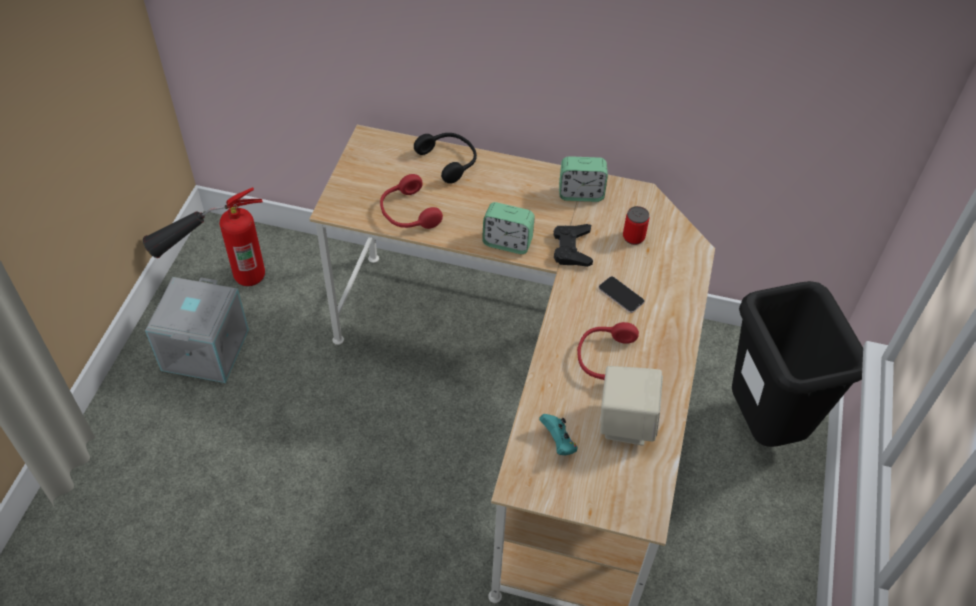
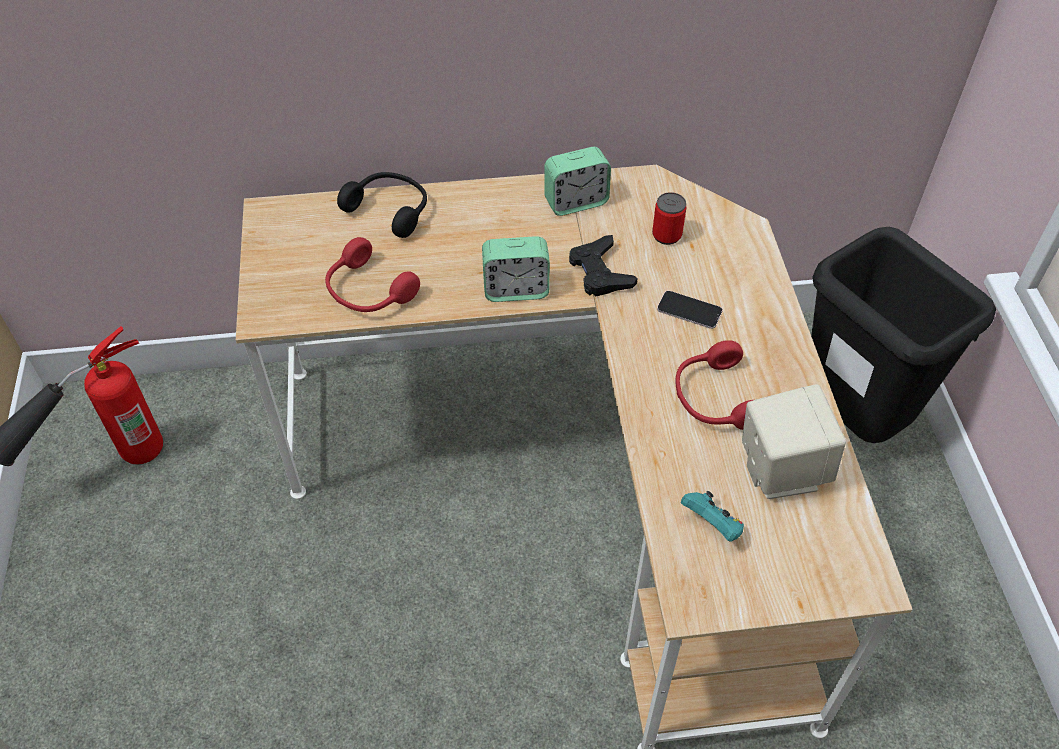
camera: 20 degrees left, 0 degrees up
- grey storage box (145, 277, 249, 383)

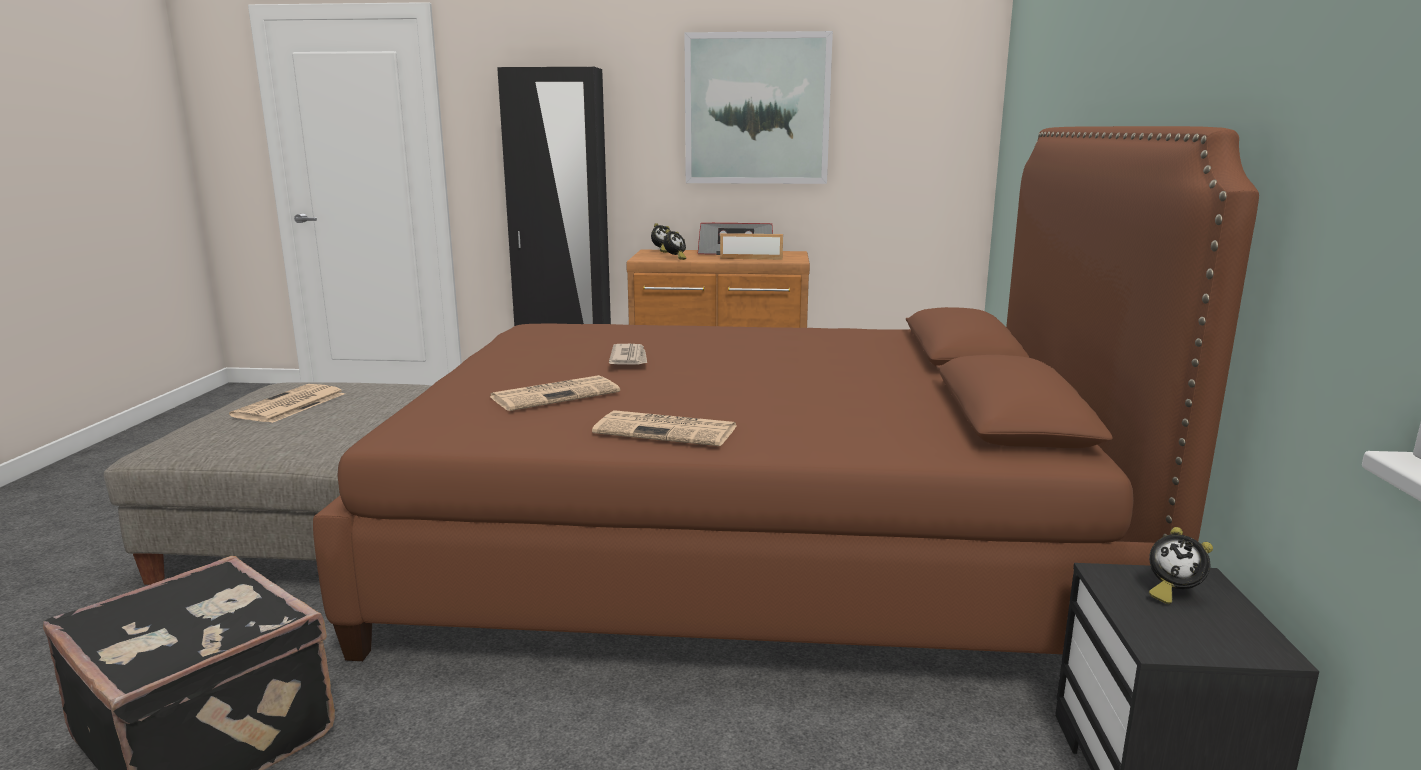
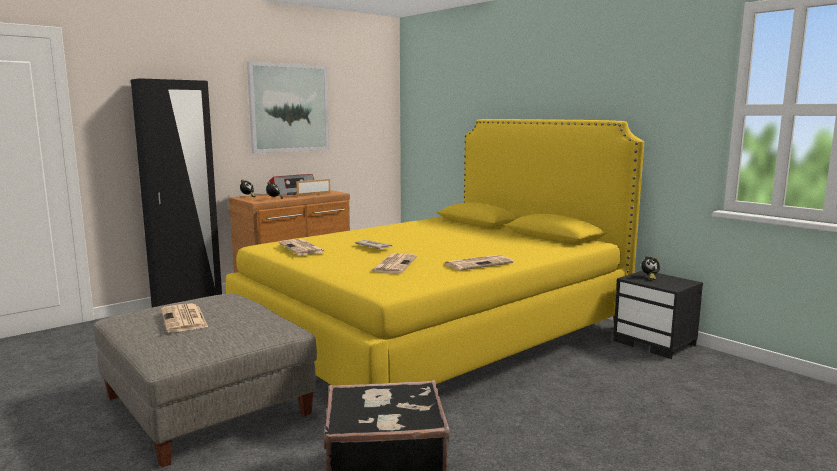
camera: 45 degrees left, 5 degrees down
~ brown bed (313, 126, 1259, 661) to yellow bed (226, 119, 644, 385)
+ newspaper (279, 239, 326, 255)

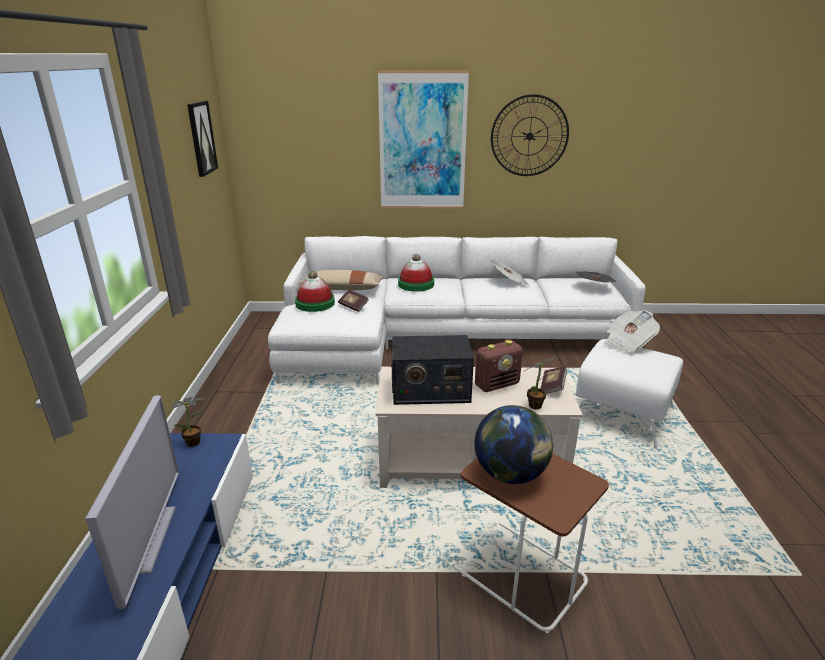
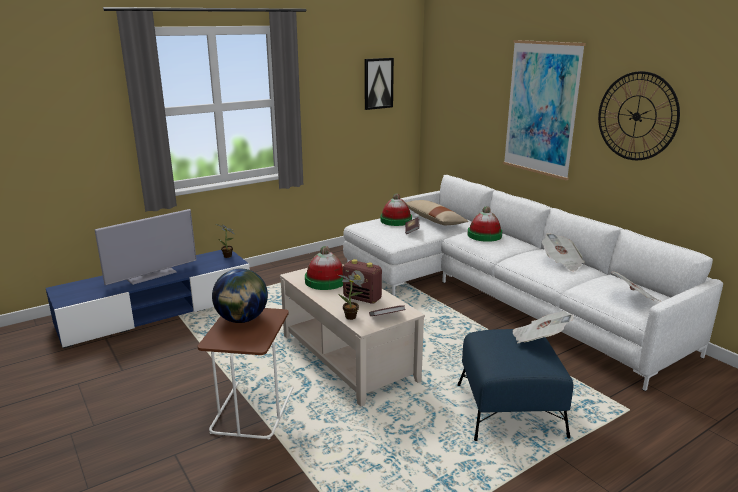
camera: 55 degrees right, 5 degrees down
~ radio (391, 335, 474, 405) to hat (305, 246, 343, 290)
~ white ottoman (576, 339, 683, 449) to blue ottoman (457, 329, 573, 441)

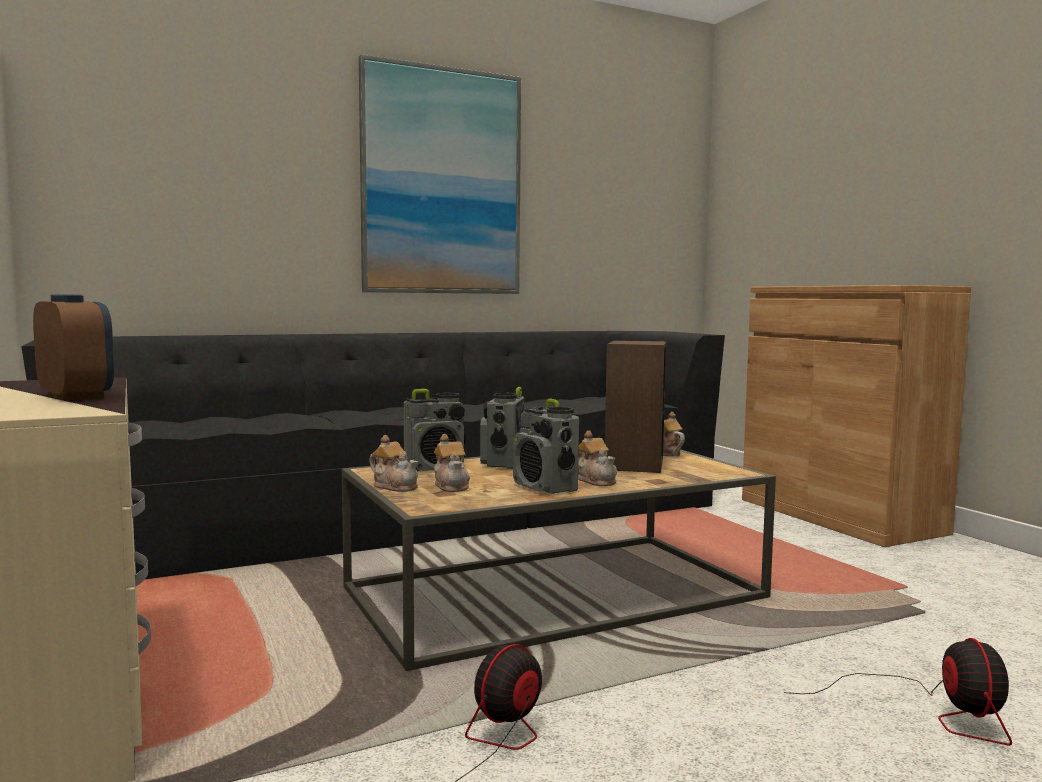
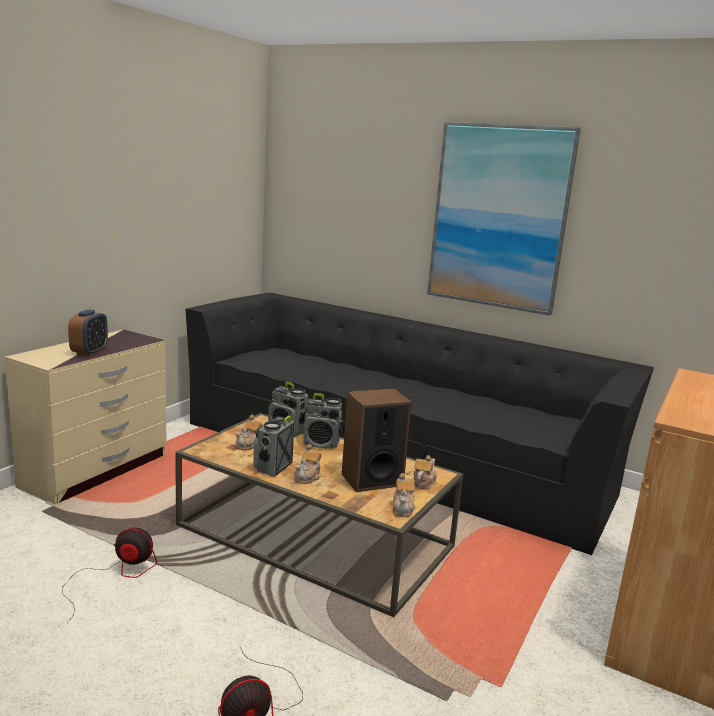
camera: 55 degrees right, 10 degrees up
~ radio (480, 387, 524, 469) = (303, 393, 343, 449) 150 degrees counterclockwise
~ teapot (369, 435, 418, 492) to (392, 473, 415, 517)

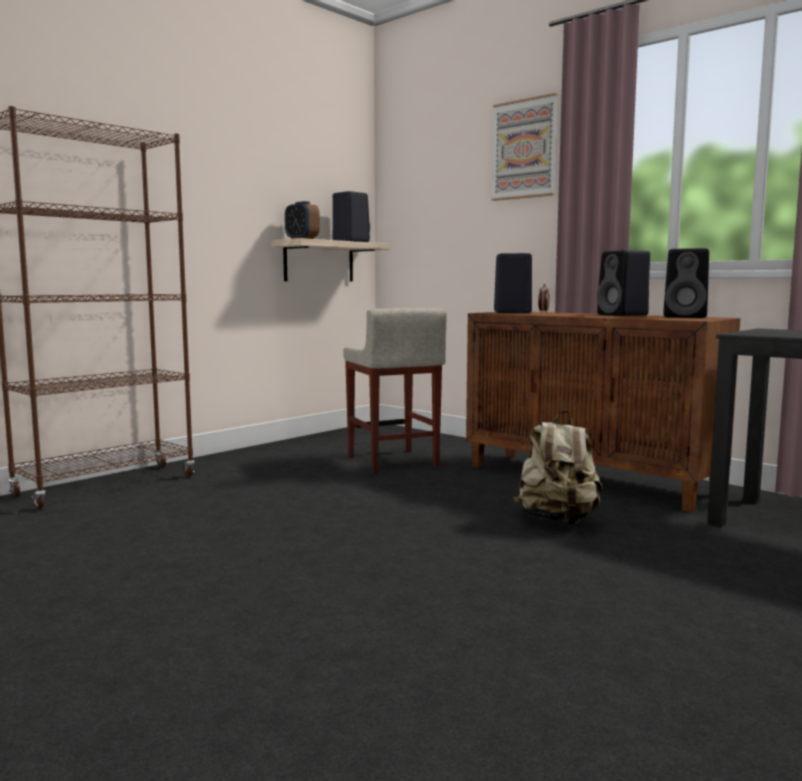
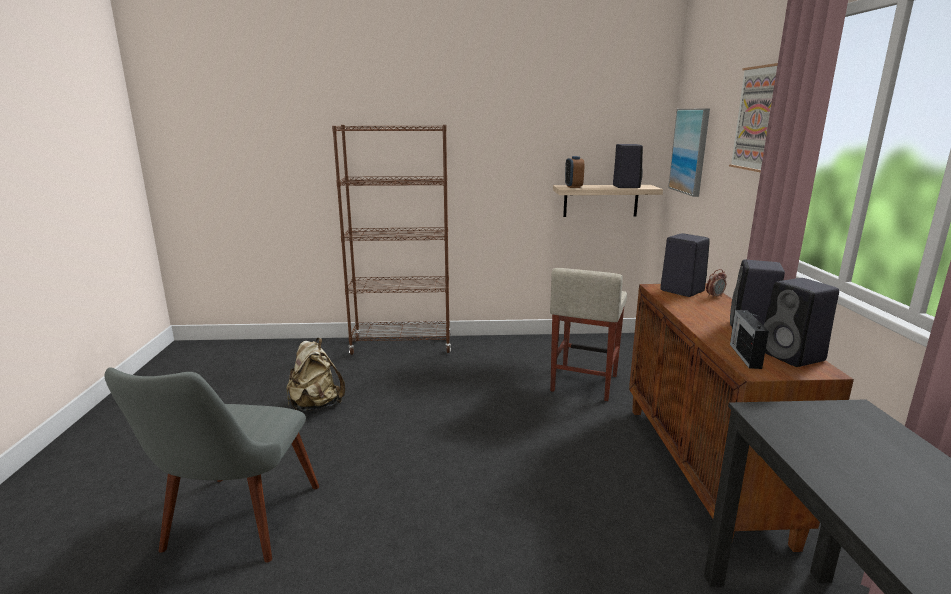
camera: 45 degrees right, 10 degrees up
+ grey chair (104, 367, 319, 562)
~ beige backpack (513, 411, 603, 525) to (286, 338, 345, 411)
+ picture (668, 108, 710, 197)
+ radio (730, 310, 769, 369)

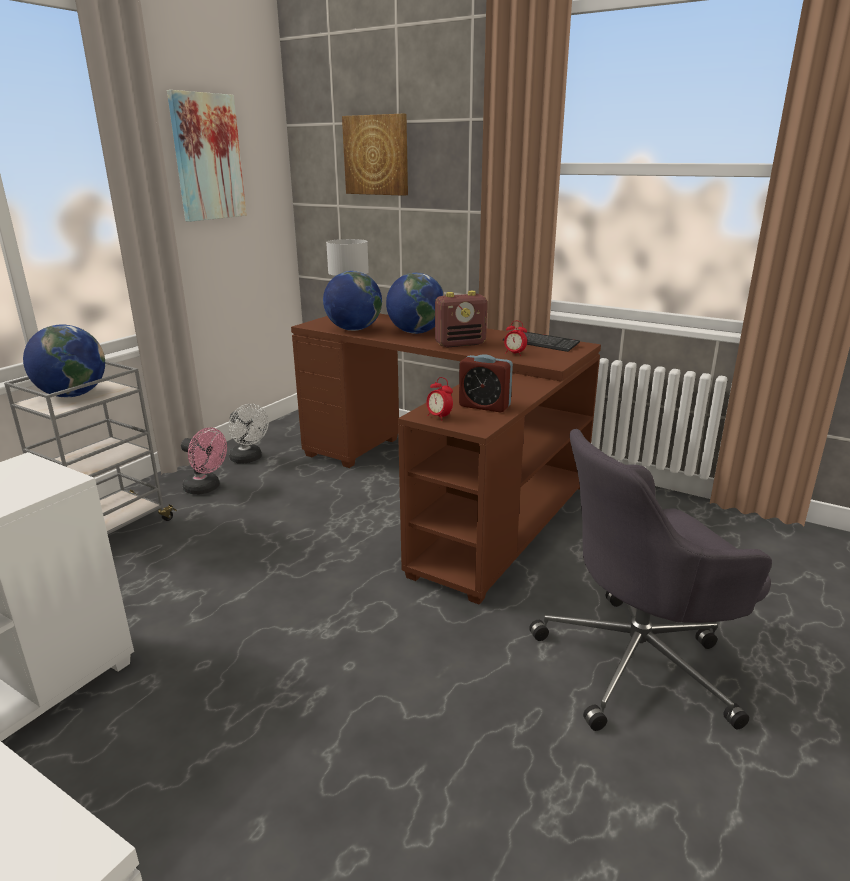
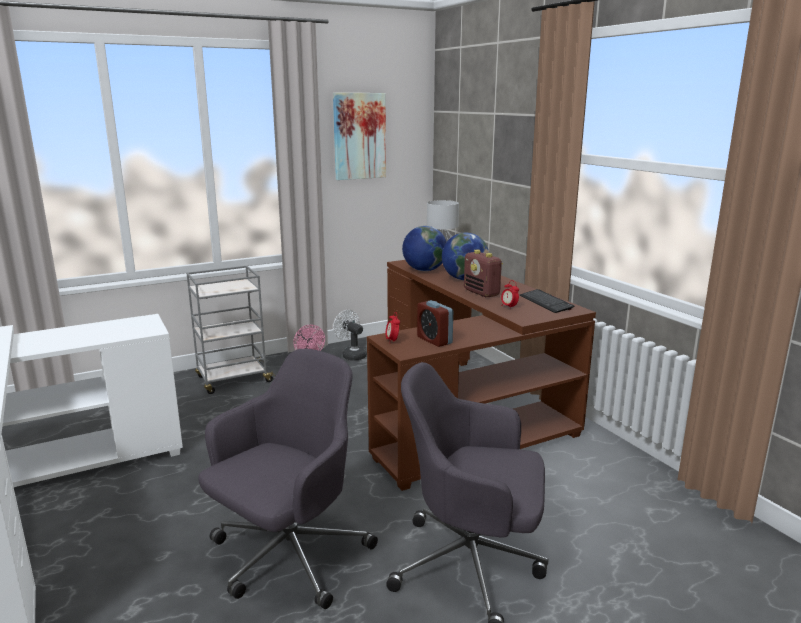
camera: 30 degrees right, 5 degrees down
+ grey office chair (198, 349, 378, 609)
~ white fan (229, 404, 269, 463) = (333, 310, 367, 361) 150 degrees clockwise
~ radio (435, 291, 487, 348) = (464, 250, 503, 297) 45 degrees clockwise
- globe (23, 325, 105, 397)
- picture (342, 114, 408, 196)

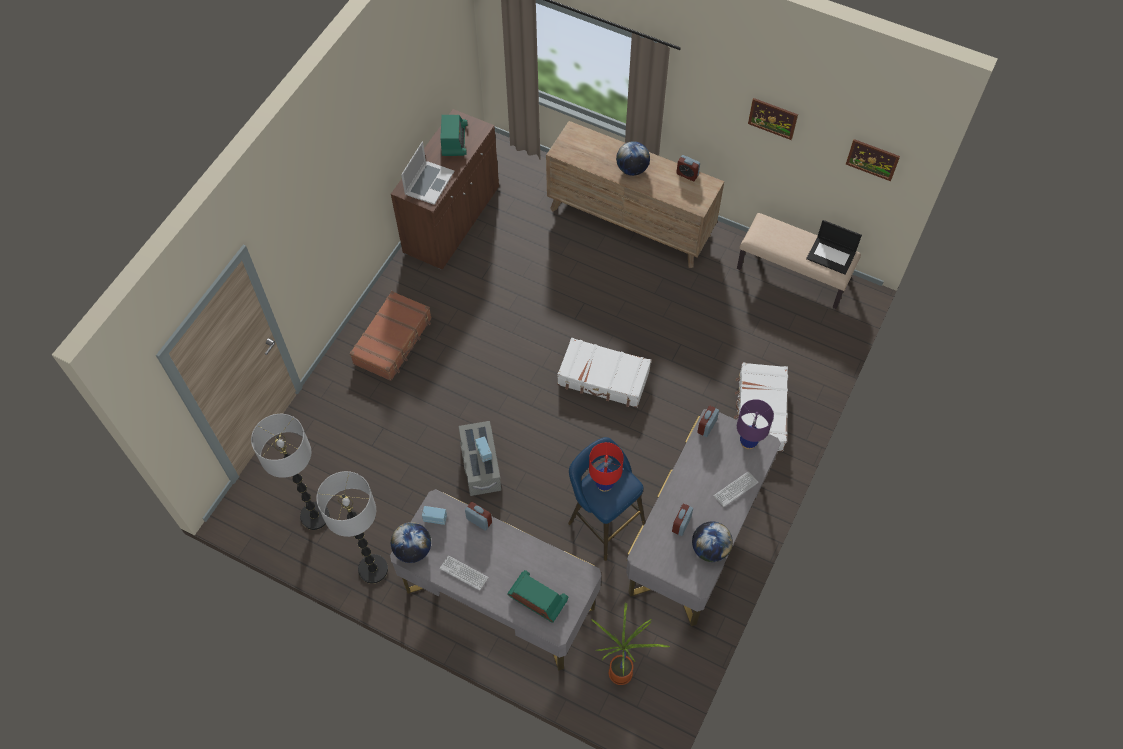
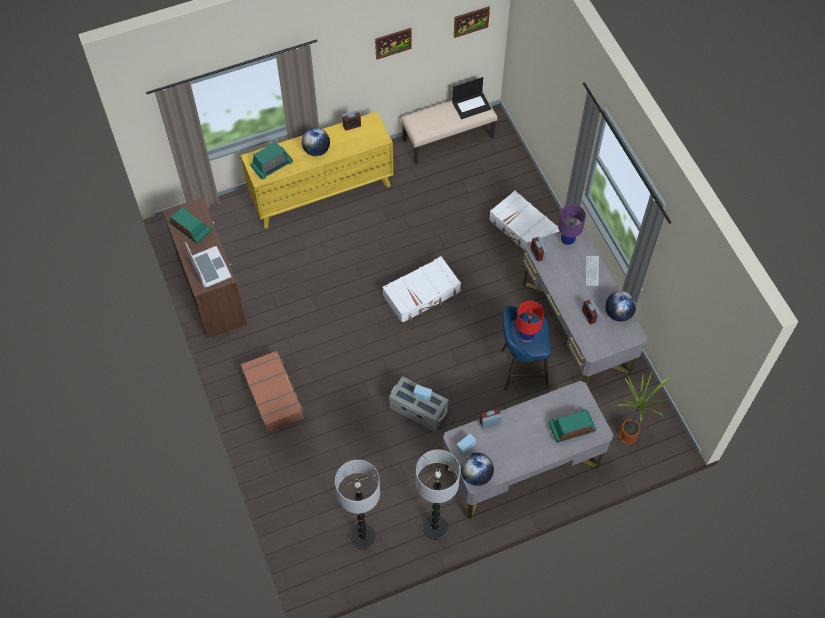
camera: 50 degrees left, 0 degrees up
~ brown dresser (546, 121, 724, 268) to yellow dresser (241, 111, 393, 229)
+ radio (250, 142, 293, 180)
- keyboard (440, 556, 488, 591)

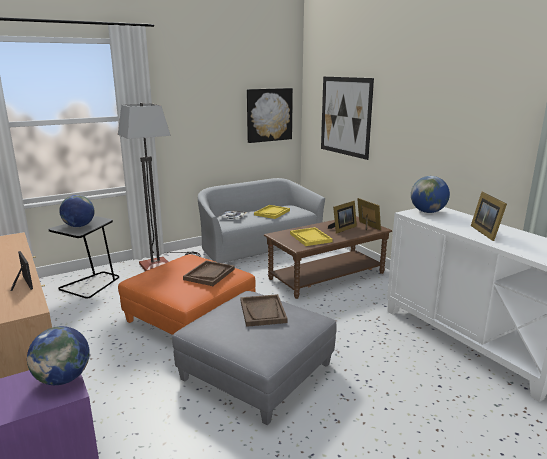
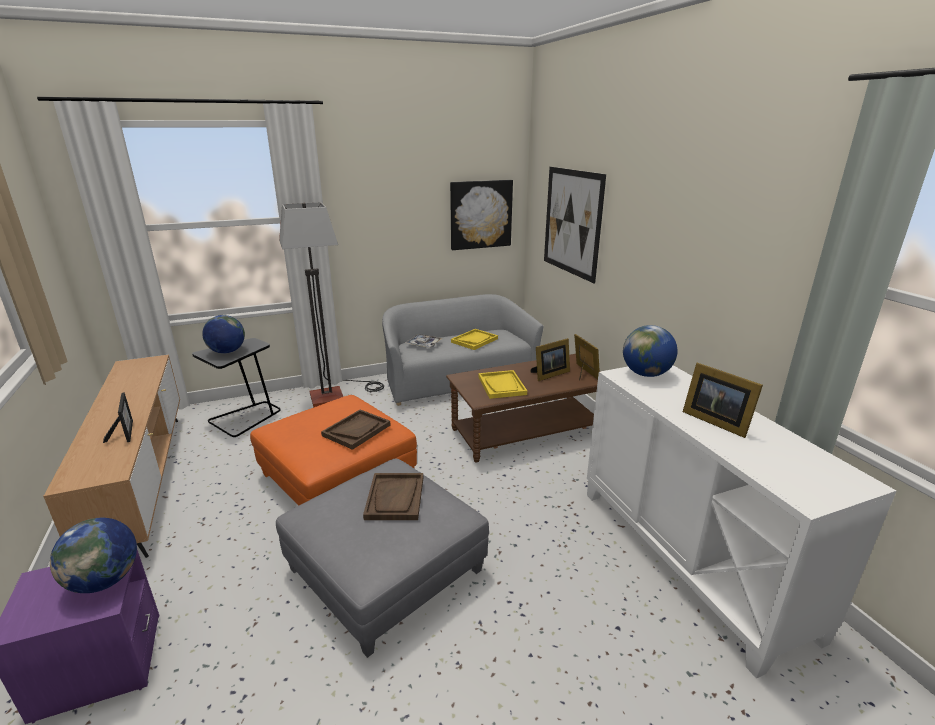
camera: 10 degrees right, 5 degrees up
~ picture frame (471, 192, 507, 241) = (683, 363, 763, 438) 45 degrees counterclockwise

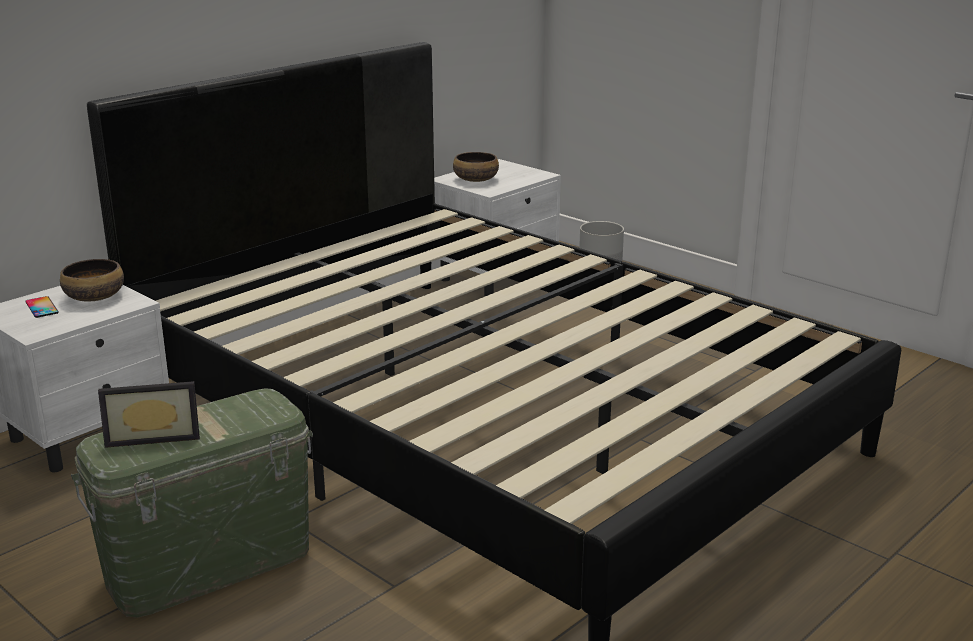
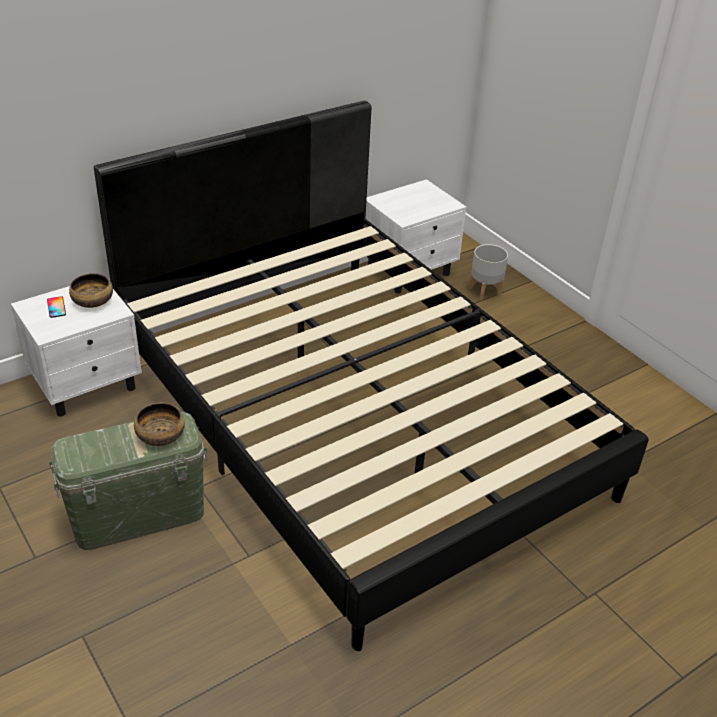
camera: 10 degrees right, 15 degrees up
~ bowl (453, 152, 499, 182) to (134, 403, 185, 446)
- picture frame (98, 381, 200, 448)

